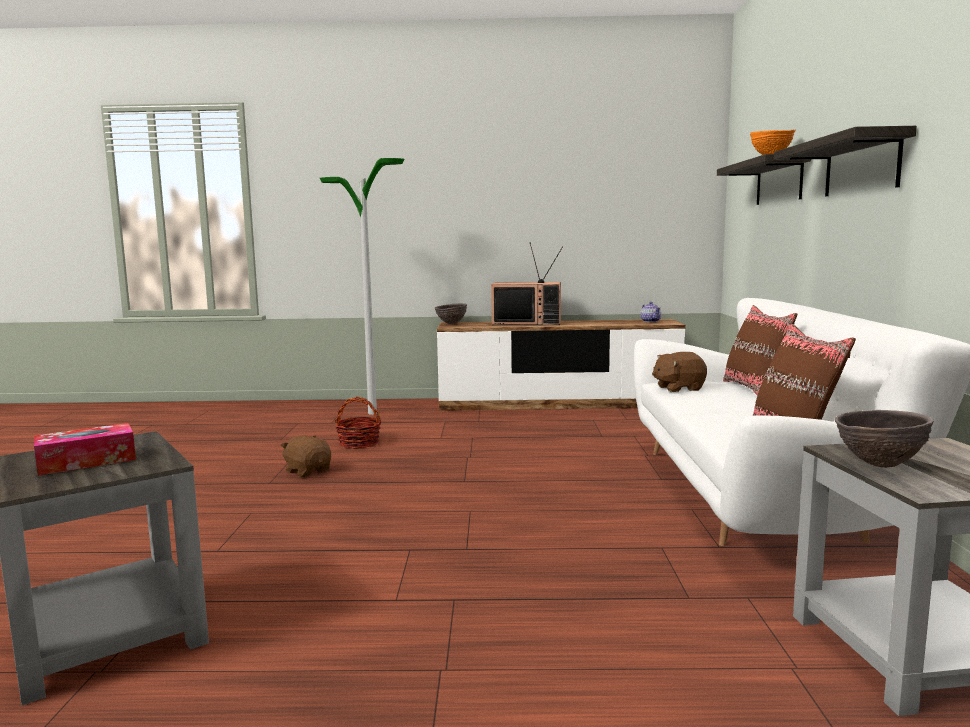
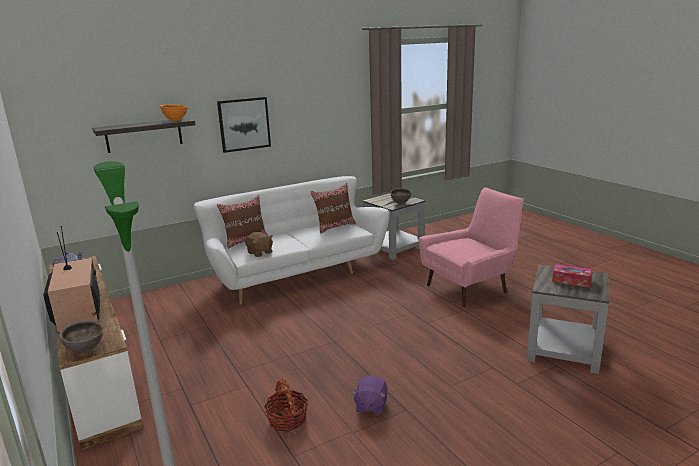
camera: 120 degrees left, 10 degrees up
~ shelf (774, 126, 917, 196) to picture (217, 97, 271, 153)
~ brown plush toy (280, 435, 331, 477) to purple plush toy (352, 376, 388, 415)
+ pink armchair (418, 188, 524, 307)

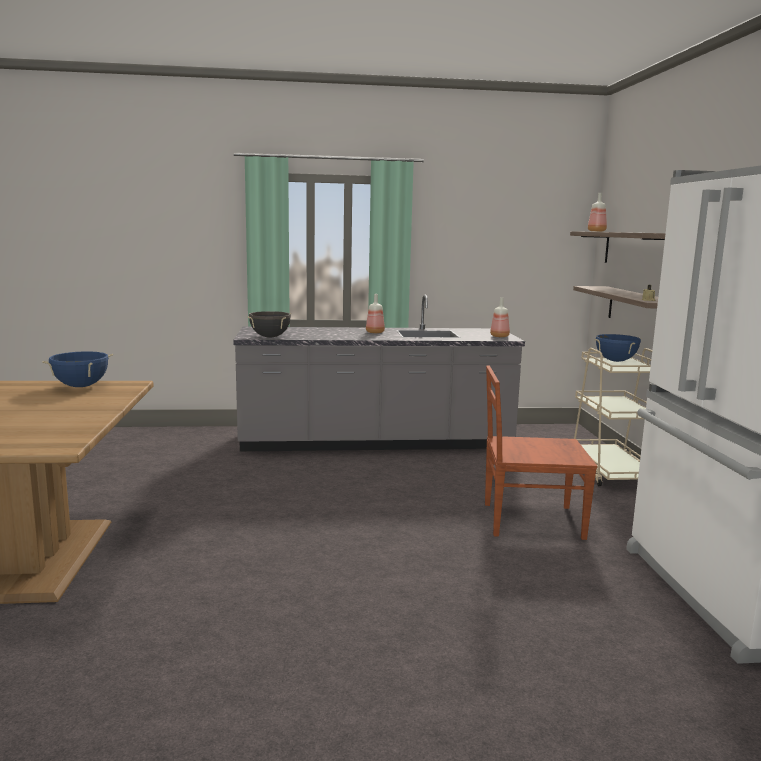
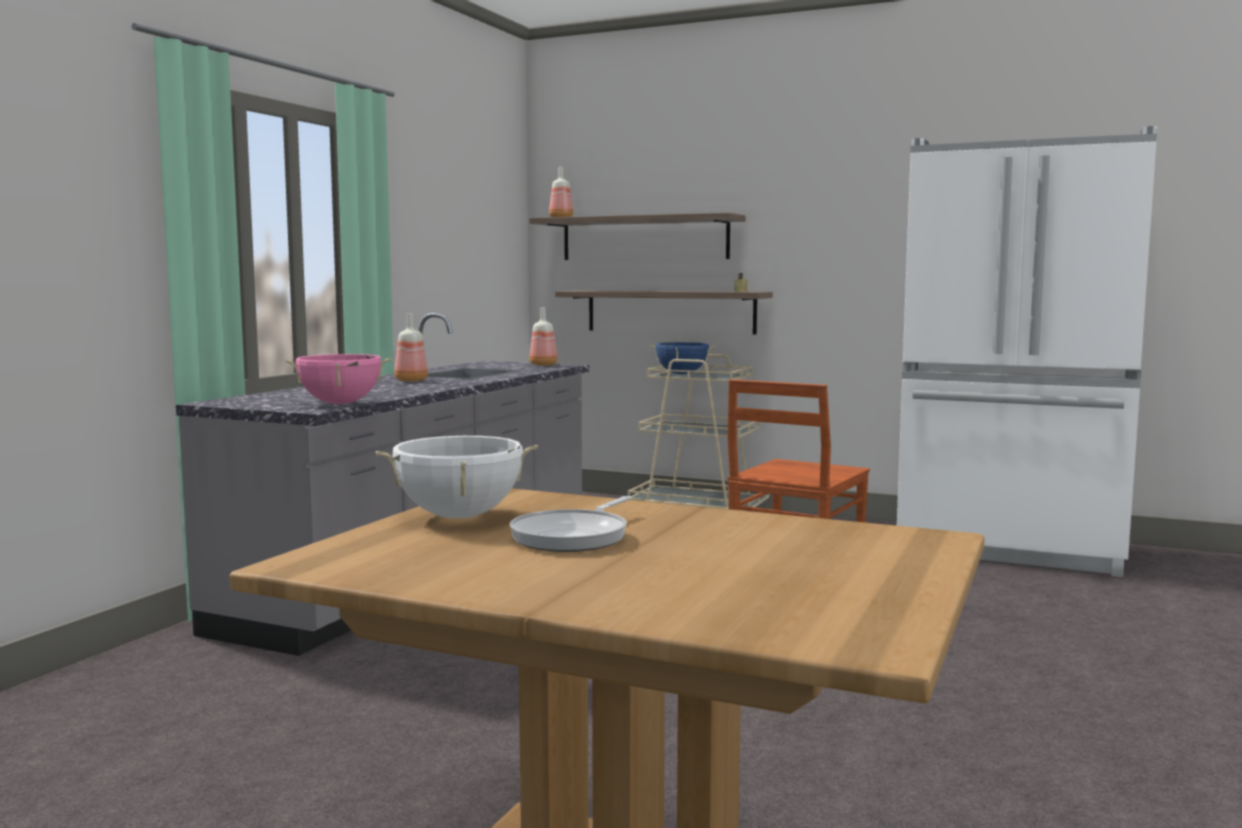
camera: 60 degrees left, 5 degrees down
~ black cooking pot (247, 311, 291, 338) to pink cooking pot (285, 354, 392, 404)
~ blue cooking pot (42, 352, 113, 387) to white cooking pot (375, 436, 538, 518)
+ frying pan (509, 496, 632, 552)

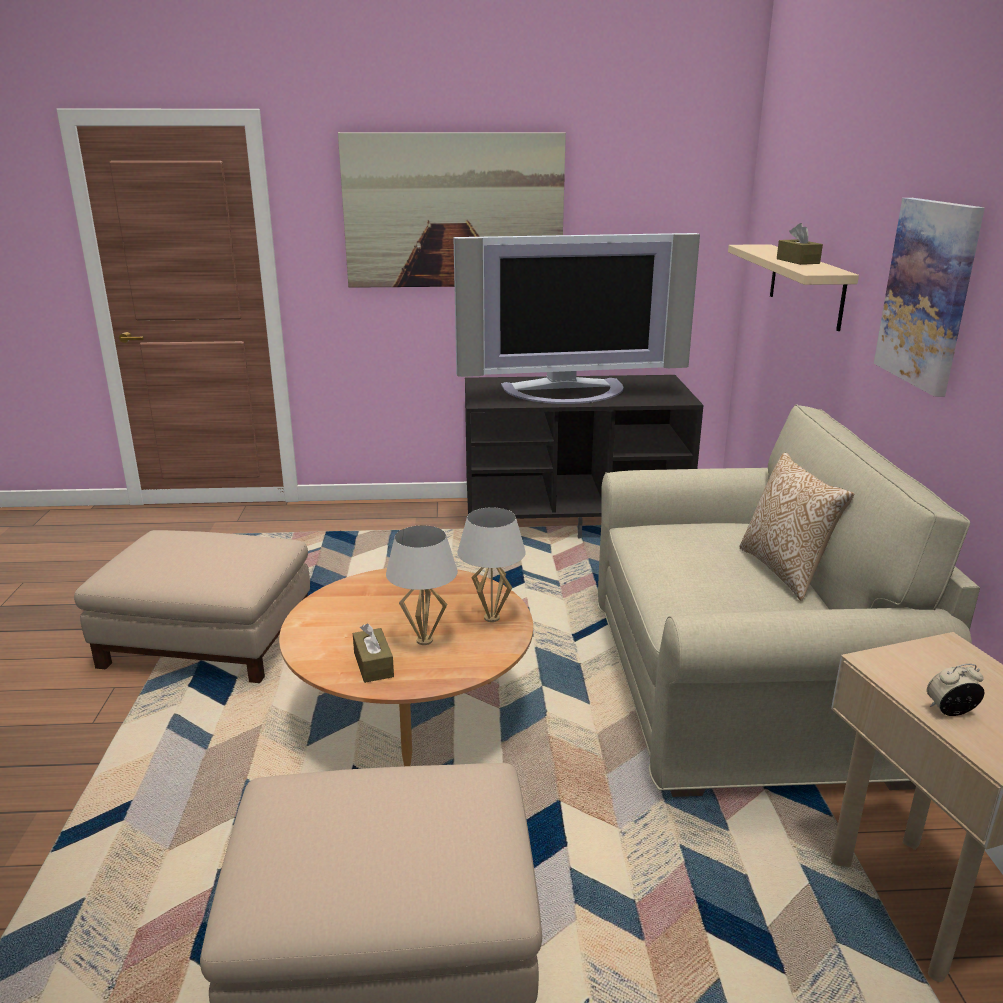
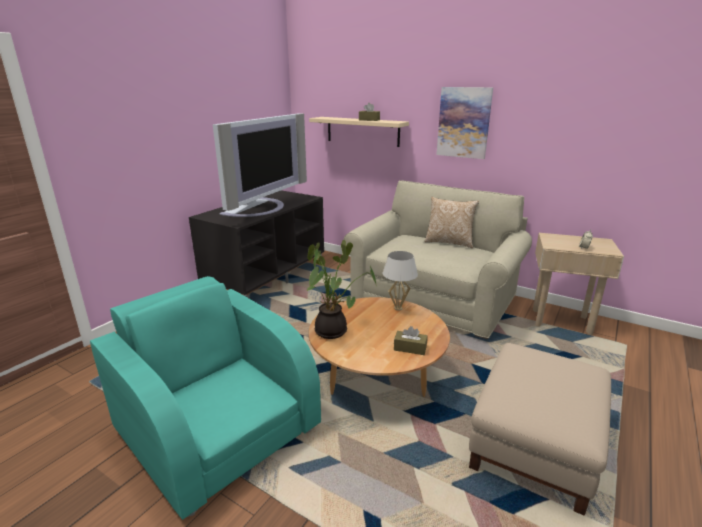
camera: 55 degrees left, 0 degrees up
~ beige ottoman (74, 530, 310, 683) to turquoise armchair (90, 276, 321, 520)
+ potted plant (306, 240, 377, 339)
- picture (338, 132, 566, 288)
- white table lamp (386, 525, 458, 645)

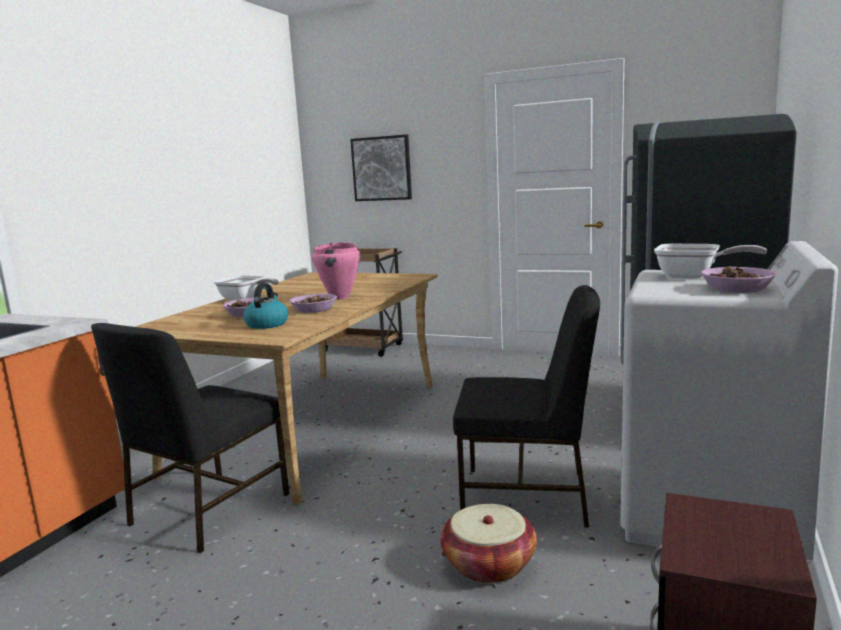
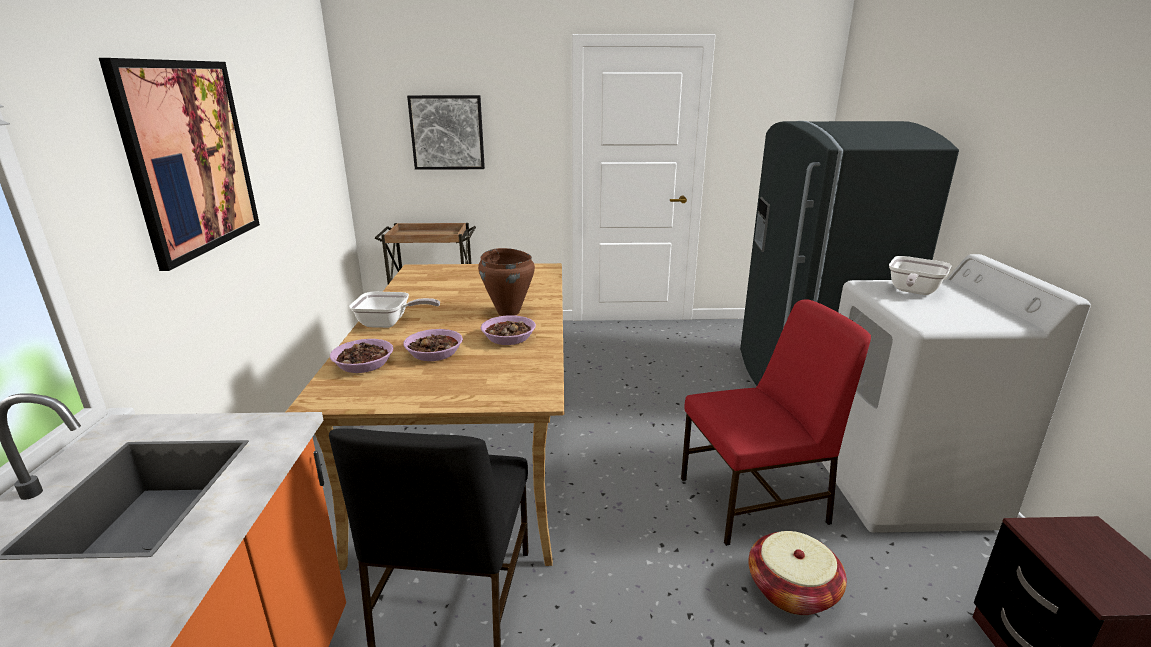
camera: 25 degrees left, 10 degrees up
+ picture (99, 58, 260, 271)
~ bowl (701, 266, 777, 293) to (330, 339, 393, 373)
~ pink cooking pot (312, 242, 361, 300) to brown cooking pot (478, 248, 535, 316)
~ black chair (453, 285, 600, 527) to red chair (681, 299, 871, 546)
~ frying pan (654, 244, 767, 279) = (889, 256, 952, 295) 120 degrees clockwise
- kettle (243, 283, 288, 329)

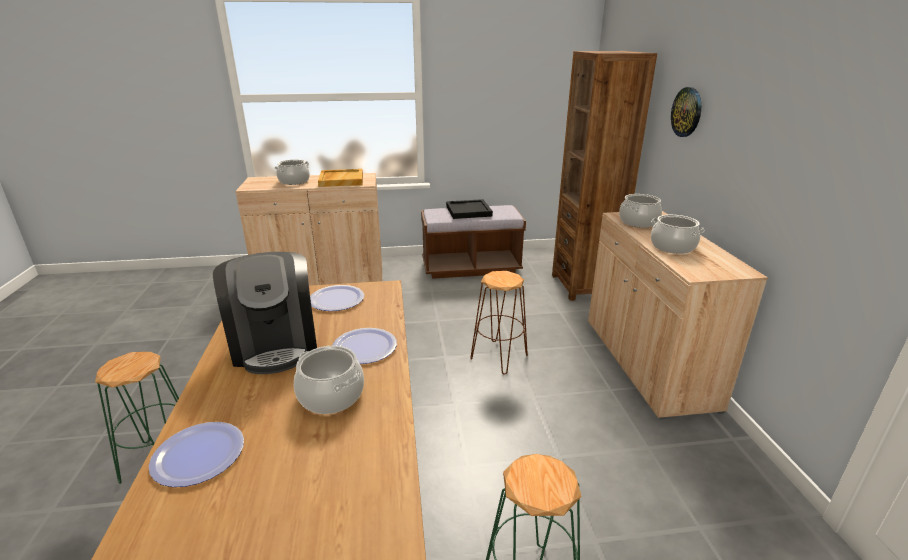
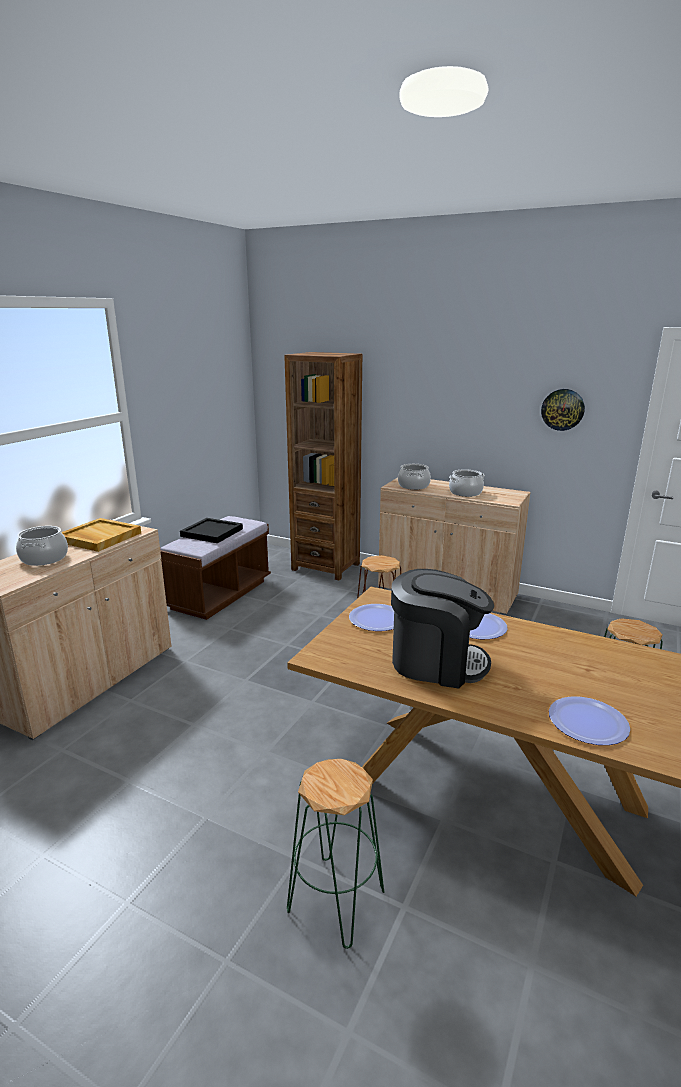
camera: 55 degrees left, 5 degrees down
~ wall clock (671, 87, 701, 137) to (541, 389, 585, 431)
- cooking pot (294, 346, 364, 414)

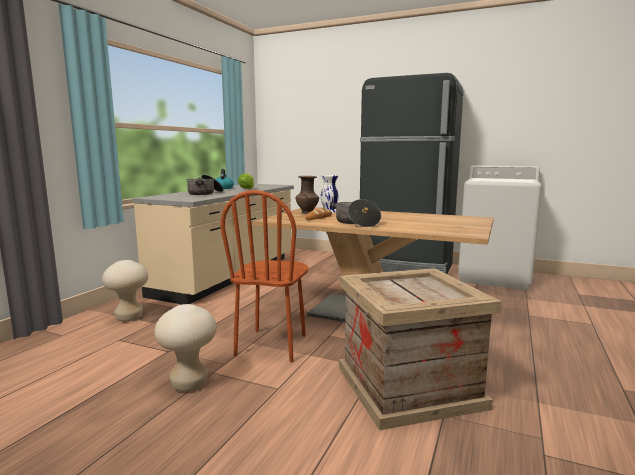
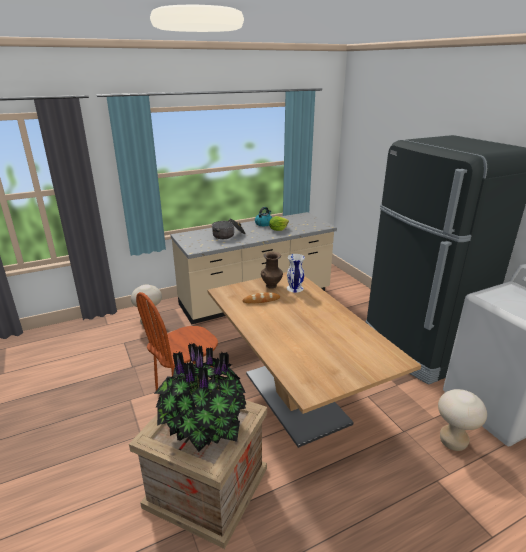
camera: 40 degrees right, 15 degrees up
+ potted plant (154, 343, 246, 452)
~ beige stool (154, 304, 217, 392) to (438, 389, 487, 451)
- cooking pot (330, 199, 381, 227)

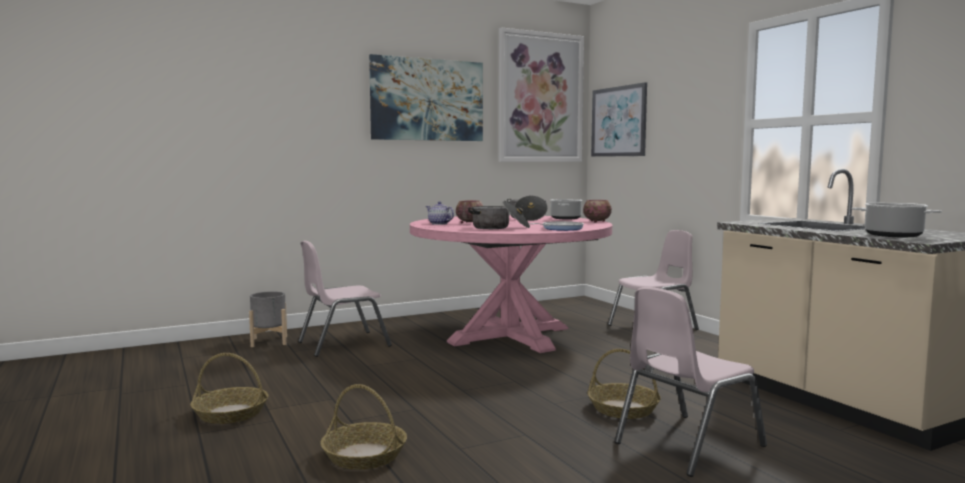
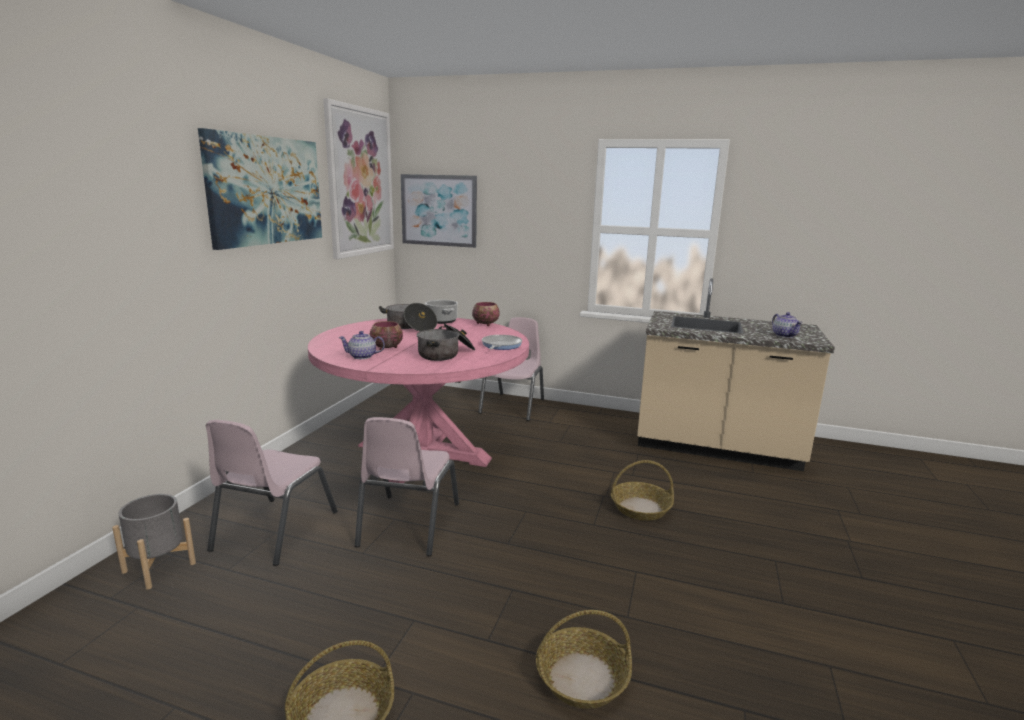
camera: 45 degrees left, 10 degrees up
~ pink chair (614, 287, 767, 477) to (355, 417, 459, 556)
~ cooking pot (852, 203, 942, 237) to teapot (772, 312, 802, 338)

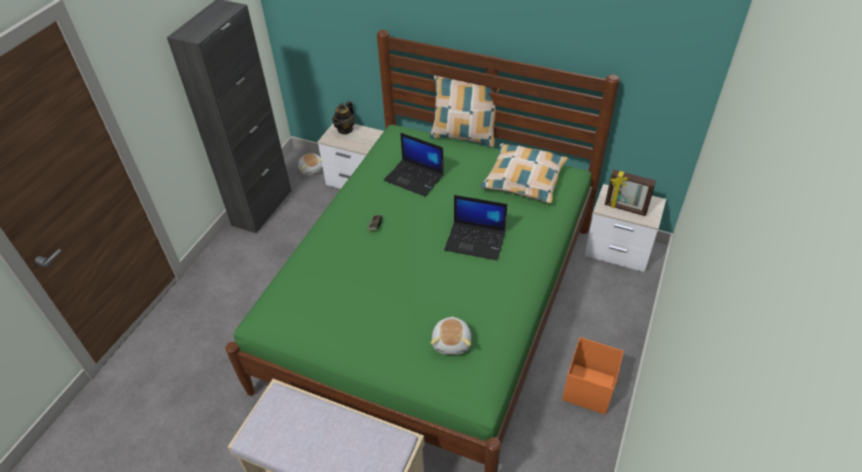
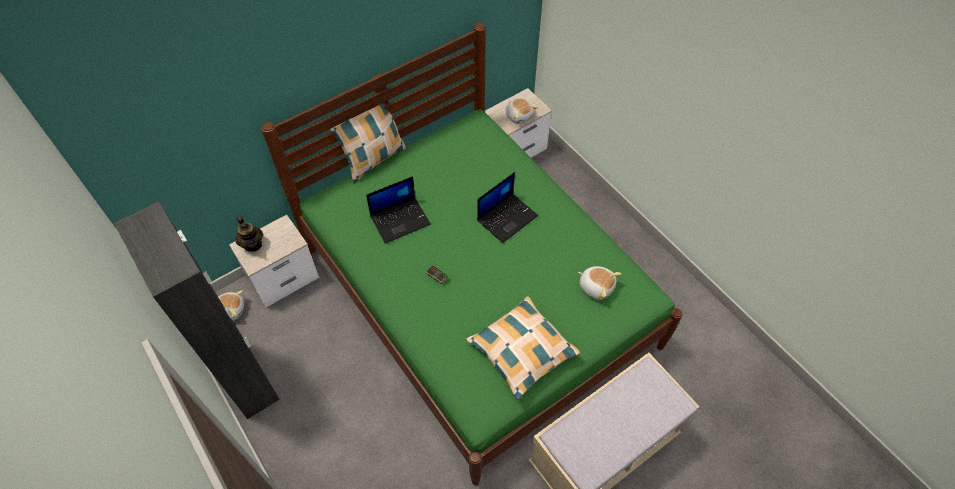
camera: 60 degrees left, 10 degrees up
~ pillow (480, 143, 568, 203) to (466, 296, 580, 400)
~ picture frame (605, 170, 656, 216) to plush toy (506, 98, 538, 124)
- orange storage box (562, 337, 624, 415)

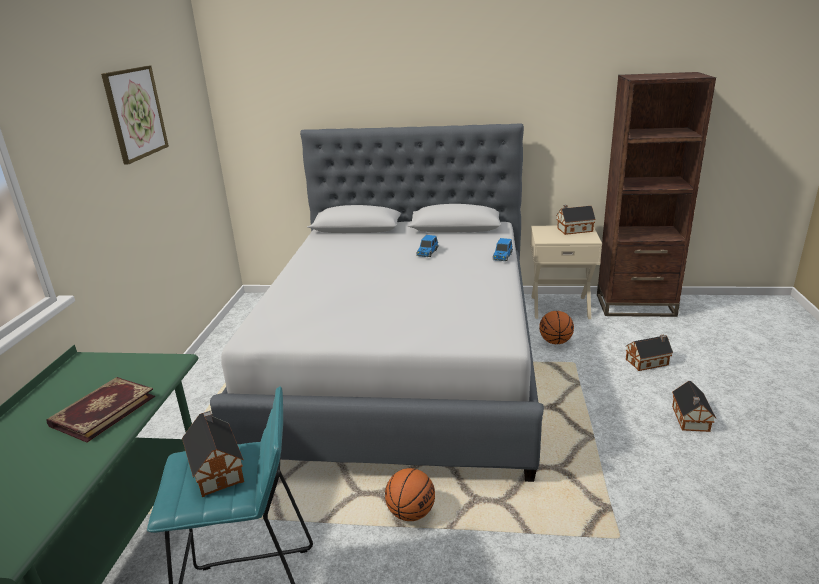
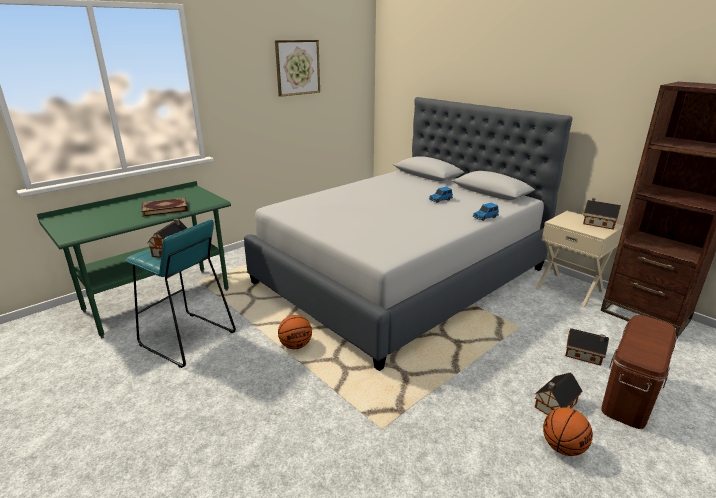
camera: 40 degrees right, 0 degrees up
~ basketball (539, 311, 574, 344) to (543, 407, 593, 456)
+ brown storage box (601, 315, 677, 429)

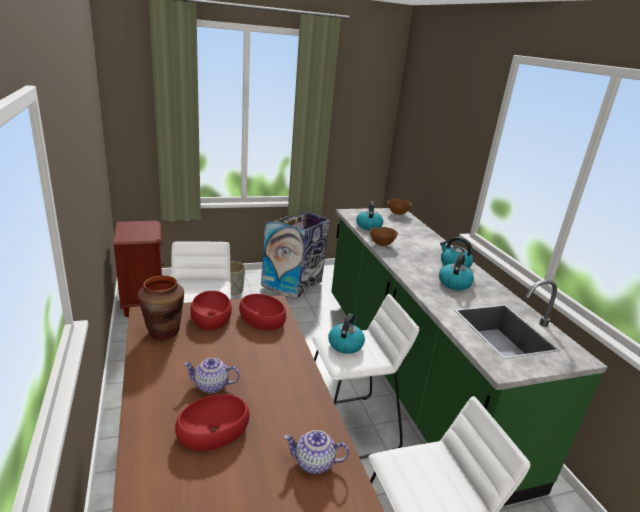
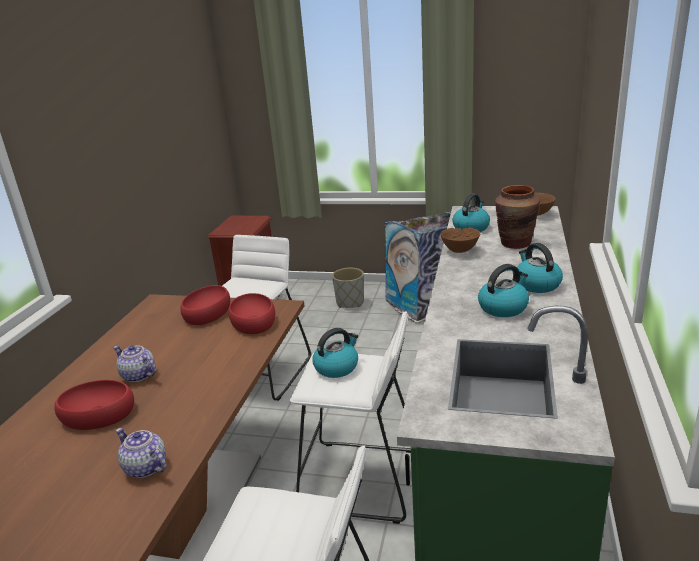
camera: 35 degrees right, 0 degrees up
~ brown vase (138, 275, 184, 340) to (495, 185, 540, 249)

